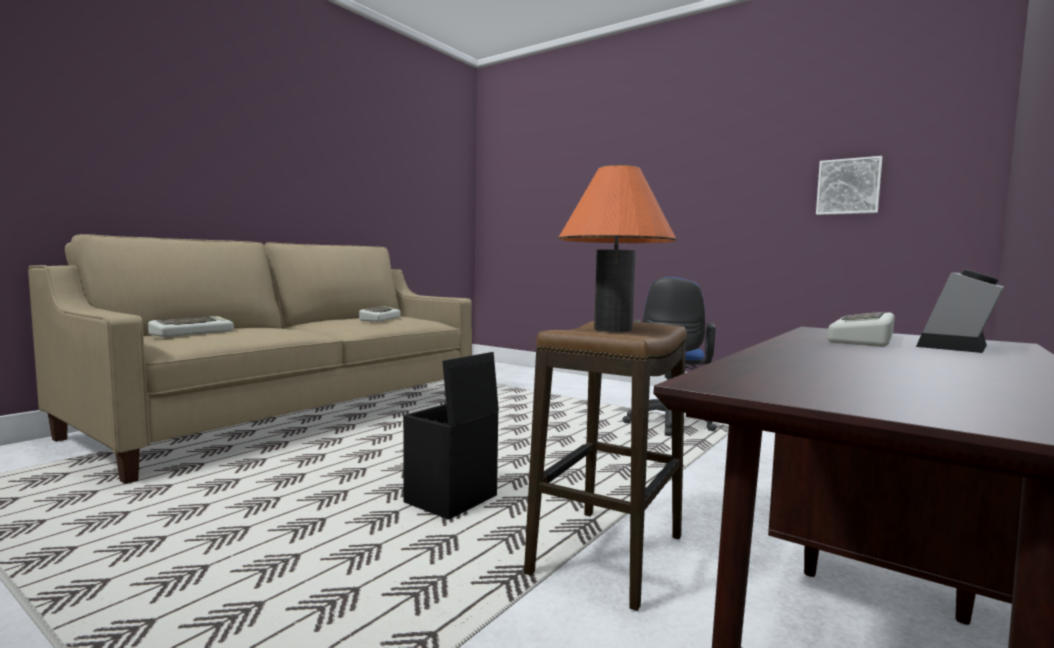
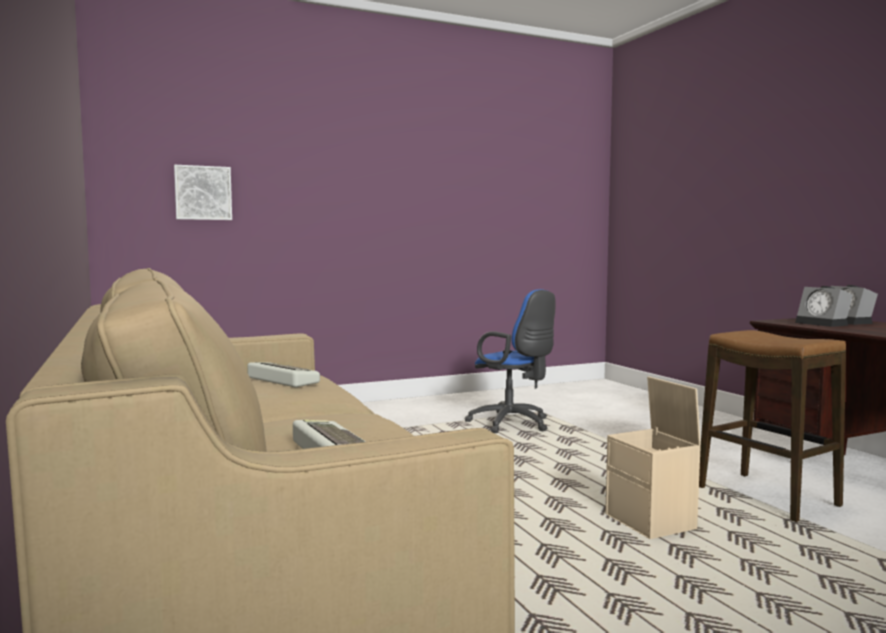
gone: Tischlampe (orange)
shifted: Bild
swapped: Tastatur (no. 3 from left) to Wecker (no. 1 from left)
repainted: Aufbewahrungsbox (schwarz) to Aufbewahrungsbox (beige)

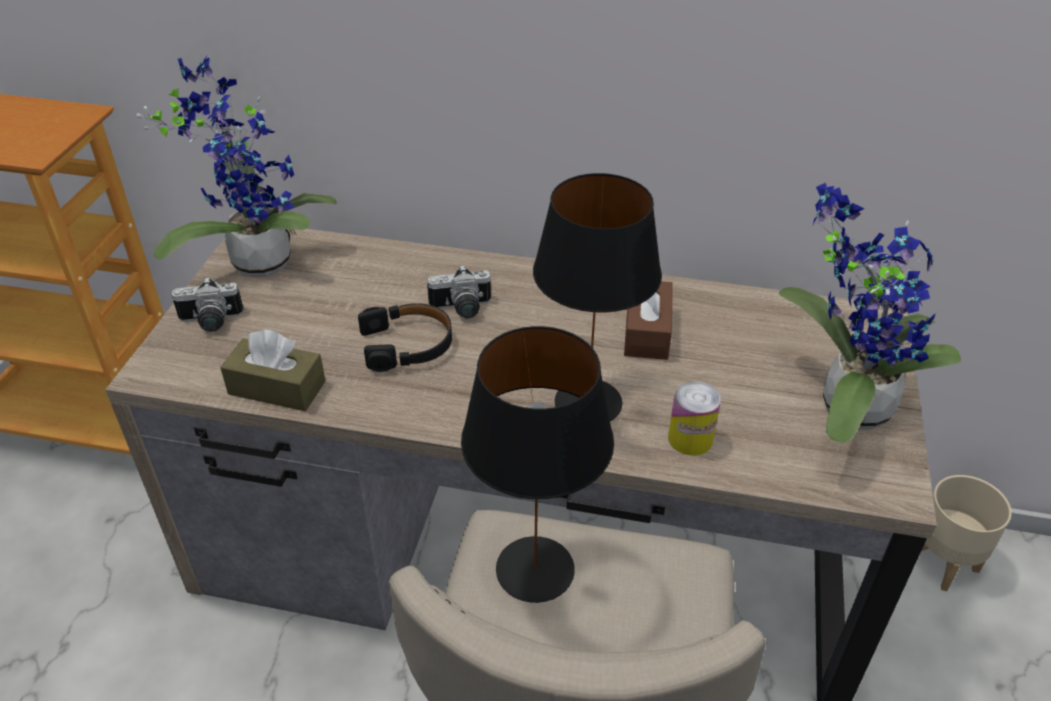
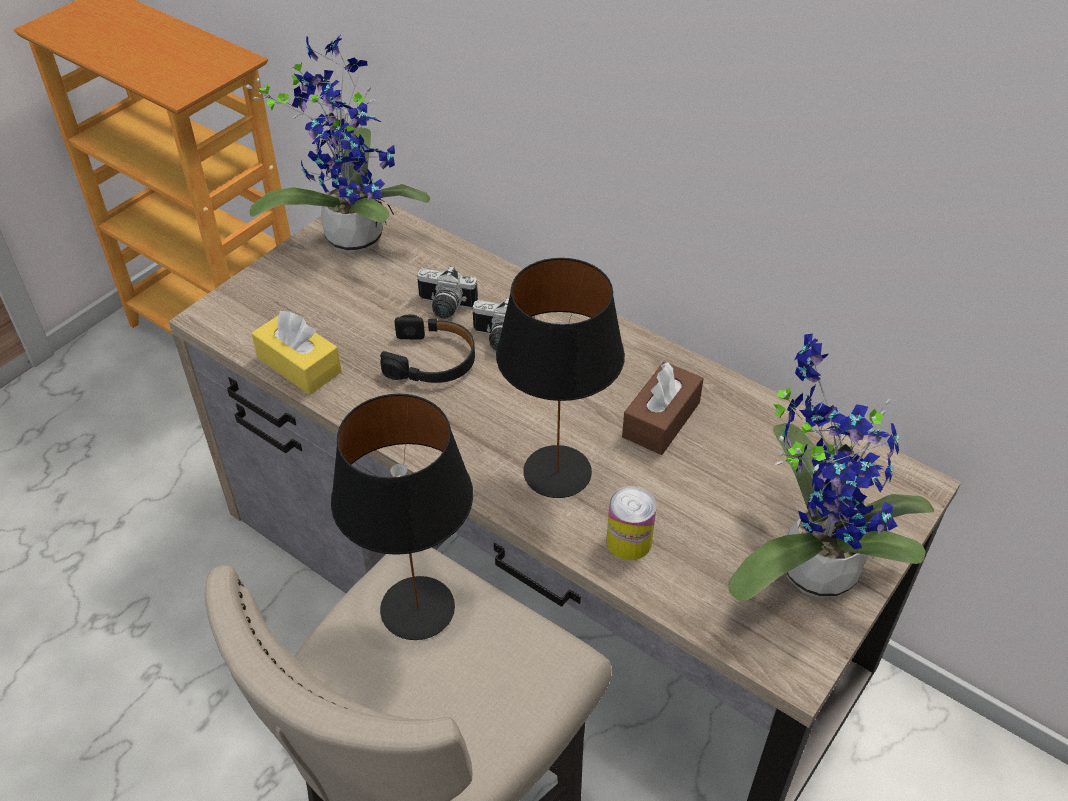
gone: Pflanzkübel (beige)
shifted: Kamera (no. 1 from left)
repainted: Taschentuchbox (braun) (no. 1 from left) to Taschentuchbox (gelb)

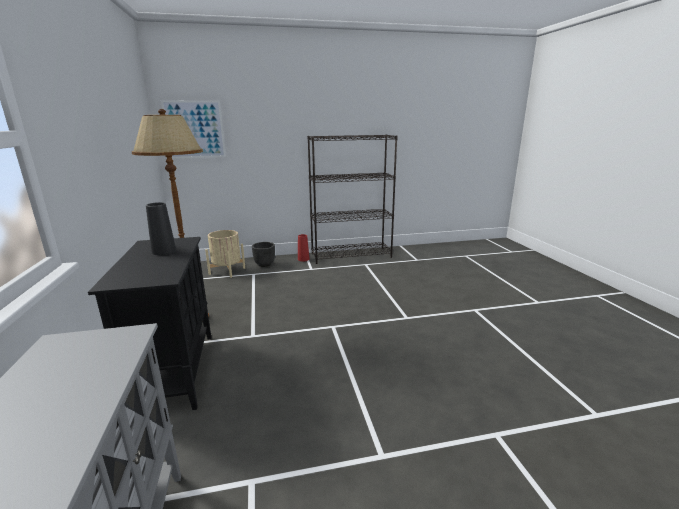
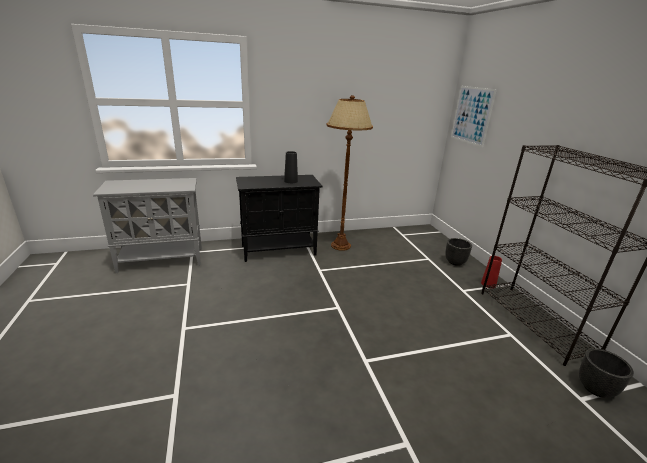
gone: Pflanzkübel (beige)
new: Pflanzkübel (schwarz) (no. 2 from left)

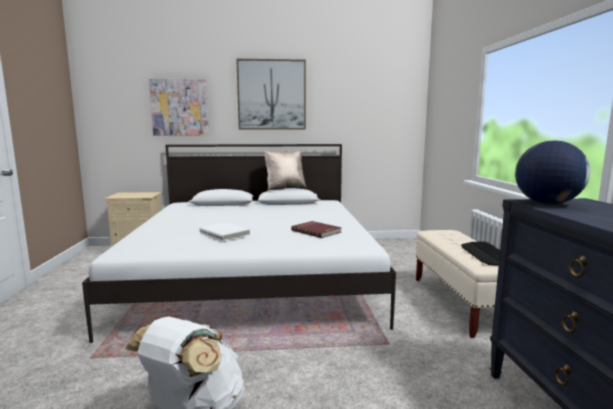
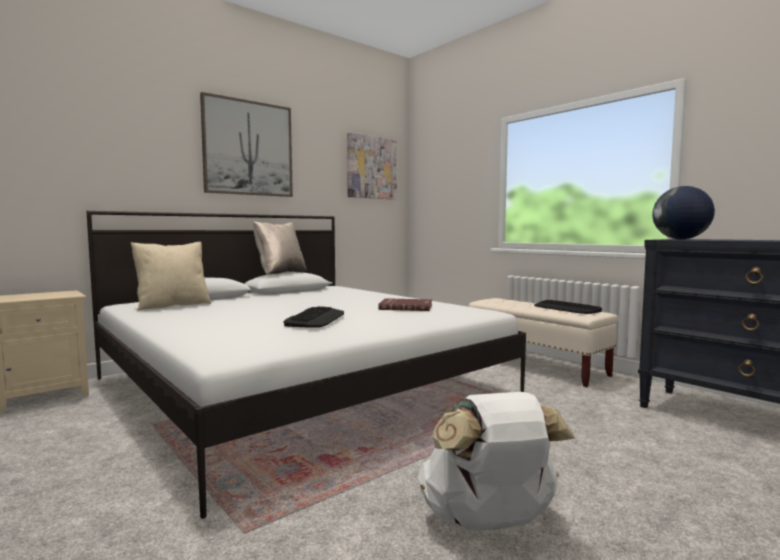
new: Kissen (beige) (no. 1 from left)
shifted: Bild (no. 1 from left in the first image) to Bild (no. 2 from left)
swapped: Buch (weiß) to Tastatur (no. 1 from left)

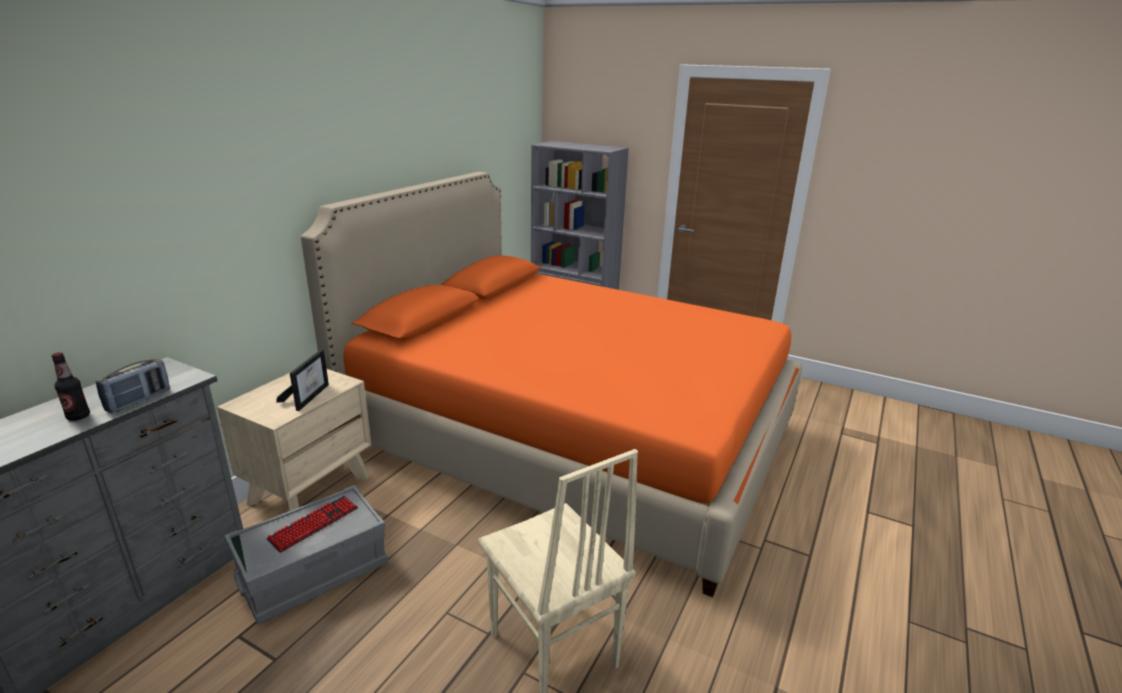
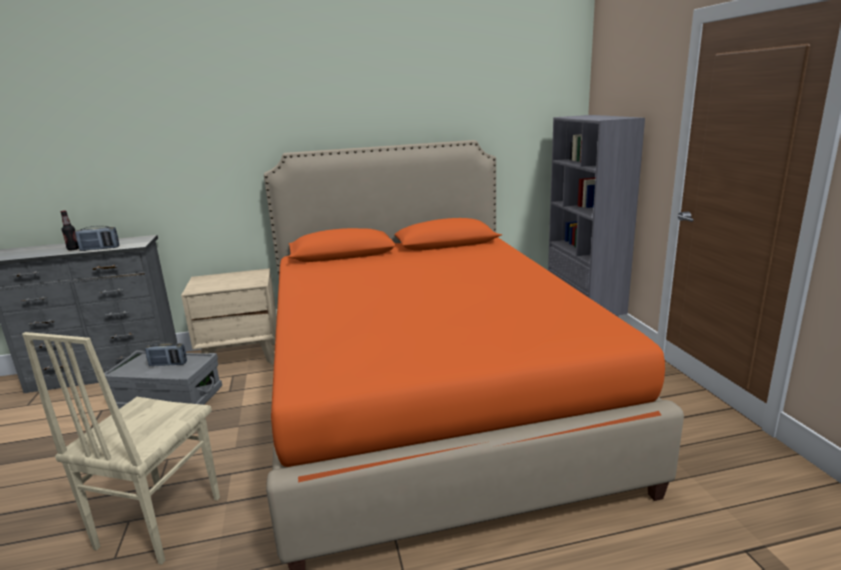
gone: Bilderrahmen
swapped: Tastatur to Radio (no. 2 from left)

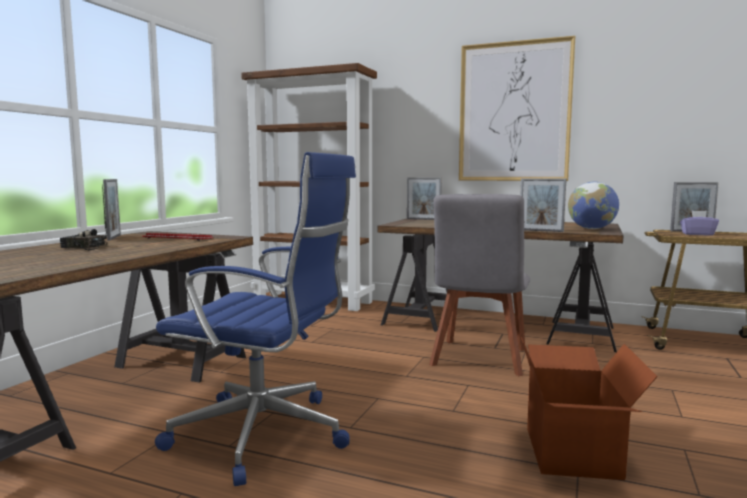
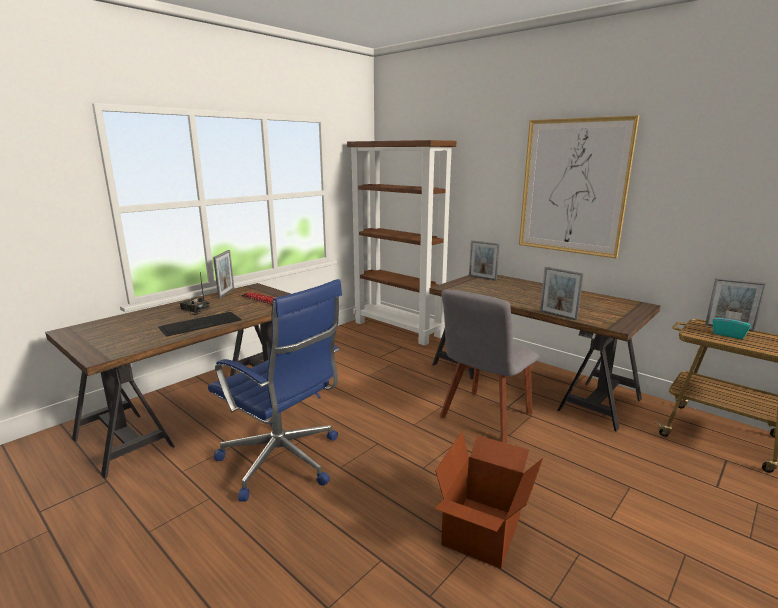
gone: Globus
new: Tastatur (no. 1 from left)
repainted: Taschentuchbox (lila) to Taschentuchbox (türkis)

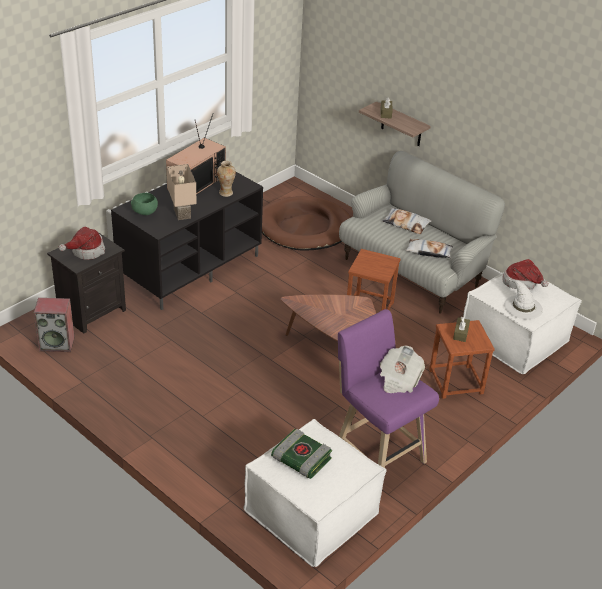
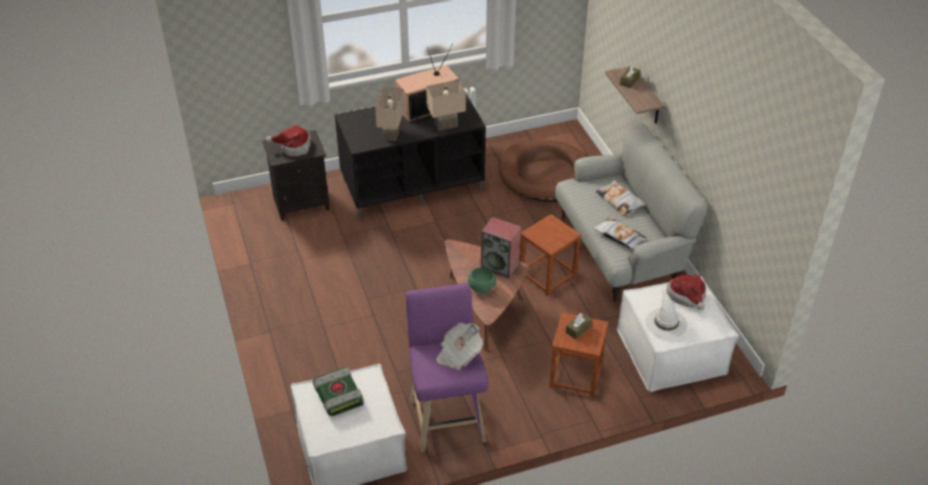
shifted: Lautsprecher; Schüssel (grün)
swapped: Vase to Tischlampe (beige) (no. 2 from left)

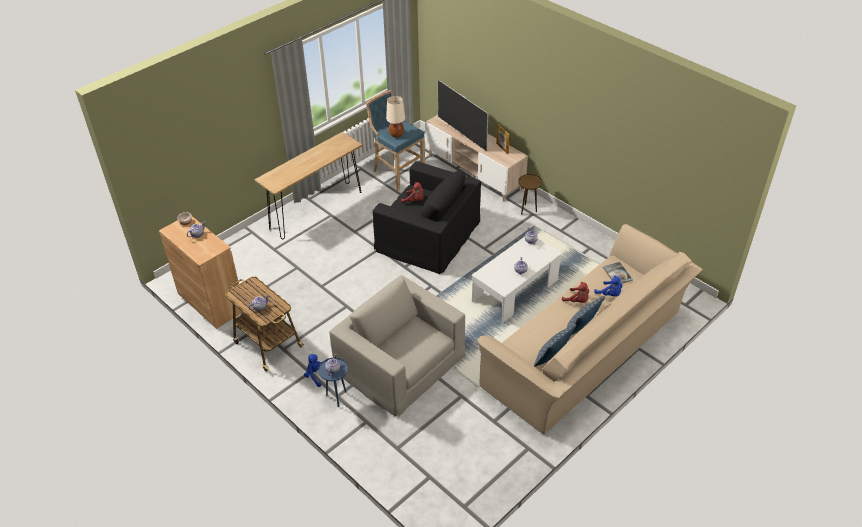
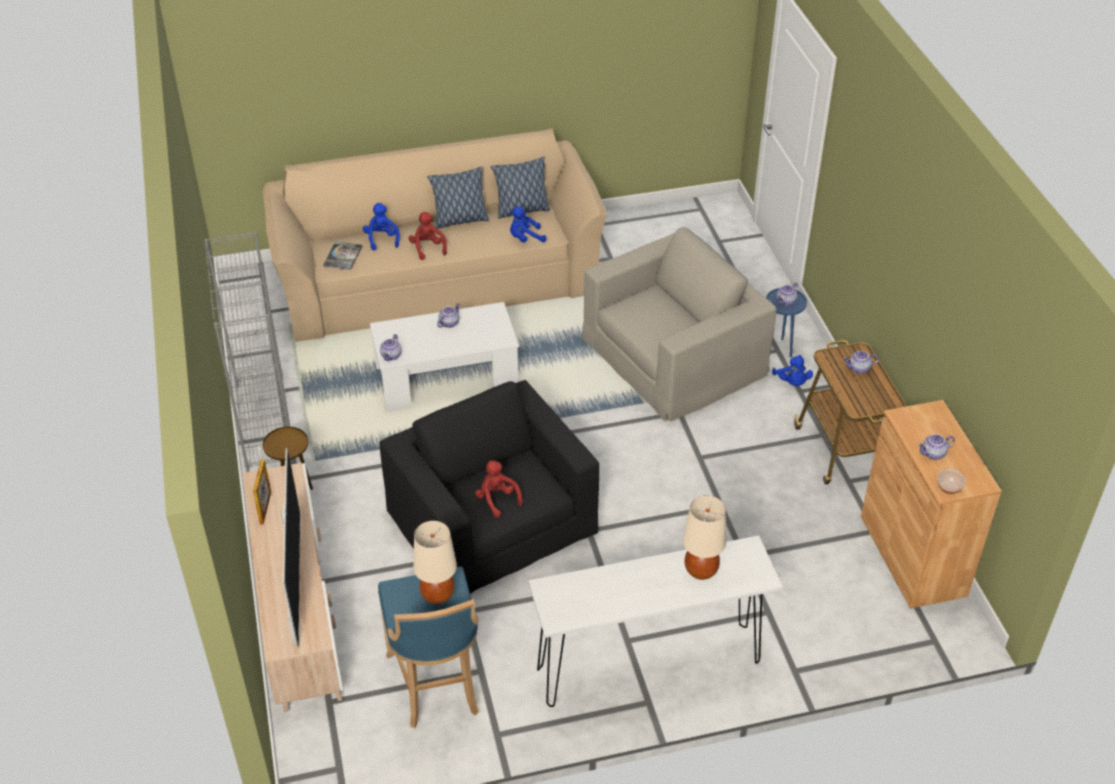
new: Bücherregal (grau); Plüschtier (blau) (no. 2 from left); Tischlampe (beige) (no. 2 from left)
repainted: Konsolentisch (braun) to Konsolentisch (weiß)
rotated: Sessel (beige) 105 degrees counterclockwise

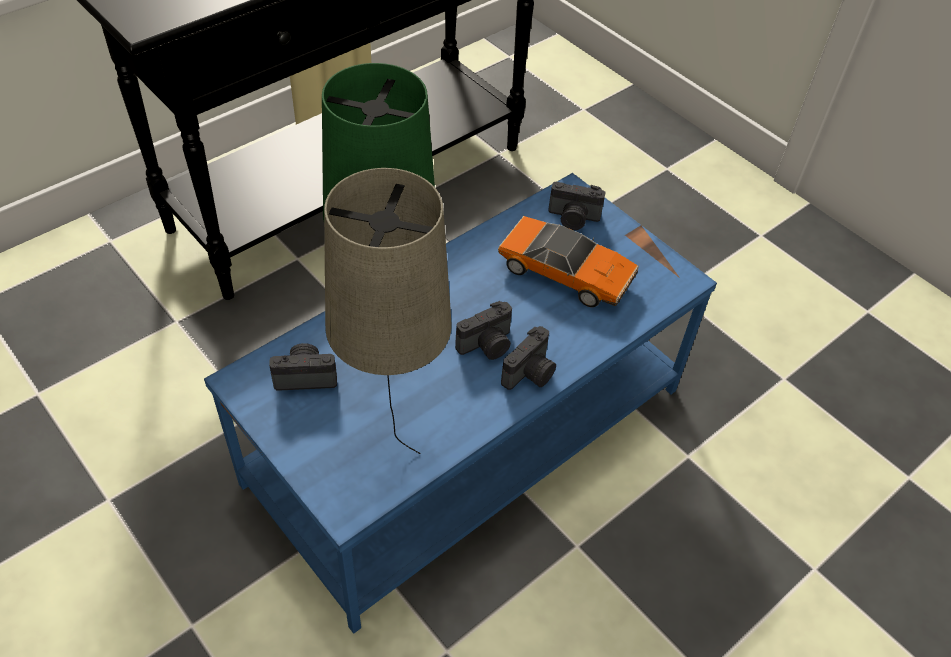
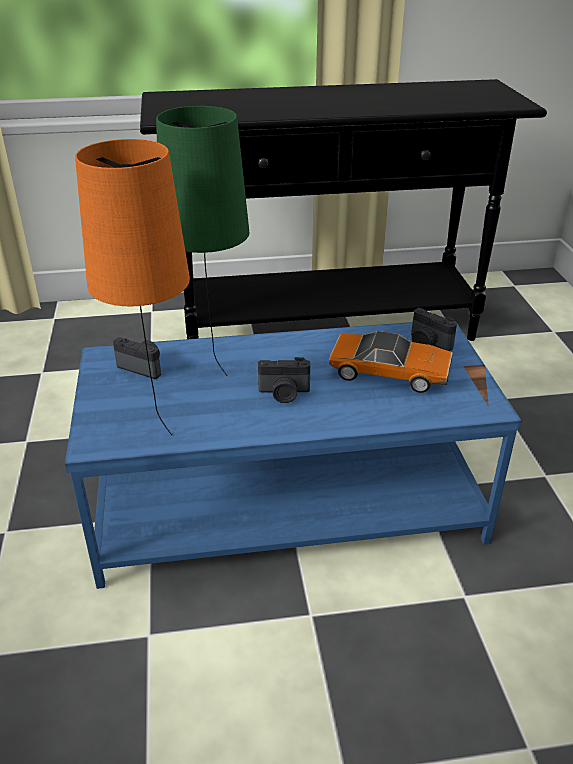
gone: Kamera (no. 3 from left)
repainted: Tischlampe (beige) to Tischlampe (orange)
rotated: Spielzeugauto 45 degrees counterclockwise

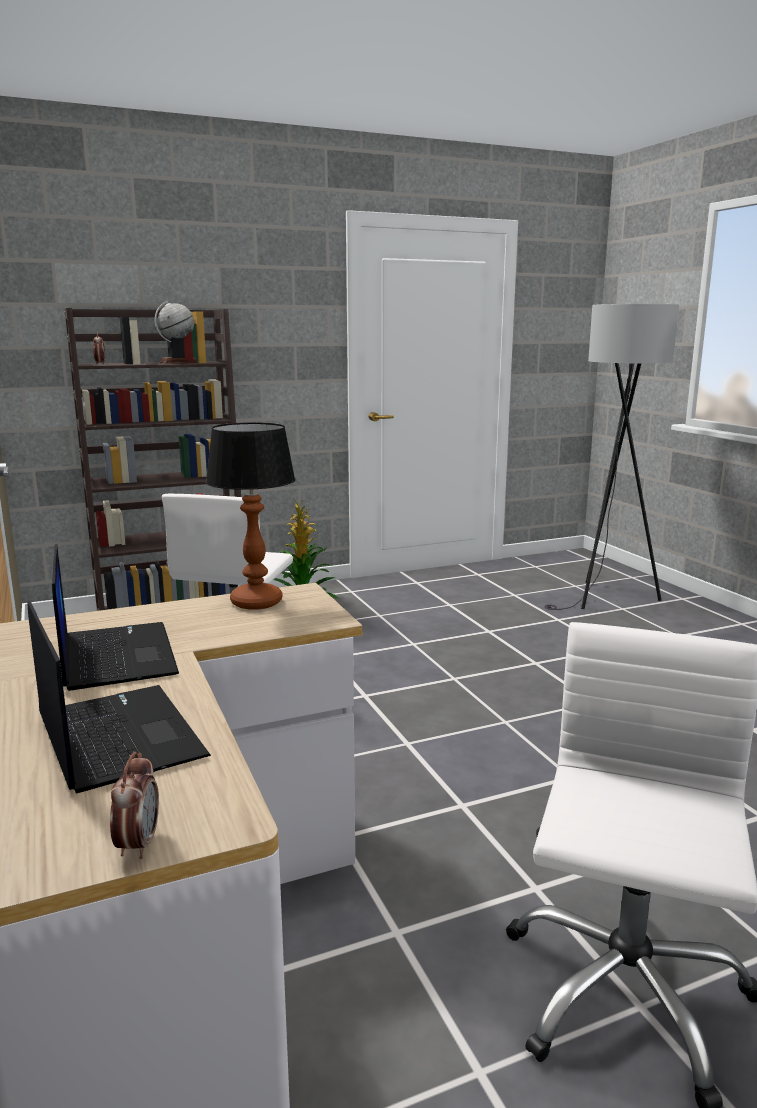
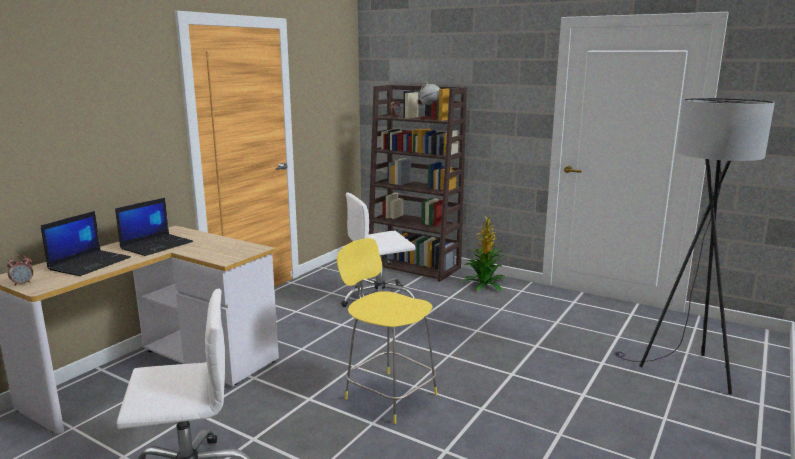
gone: Tischlampe
new: Hocker (gelb)

